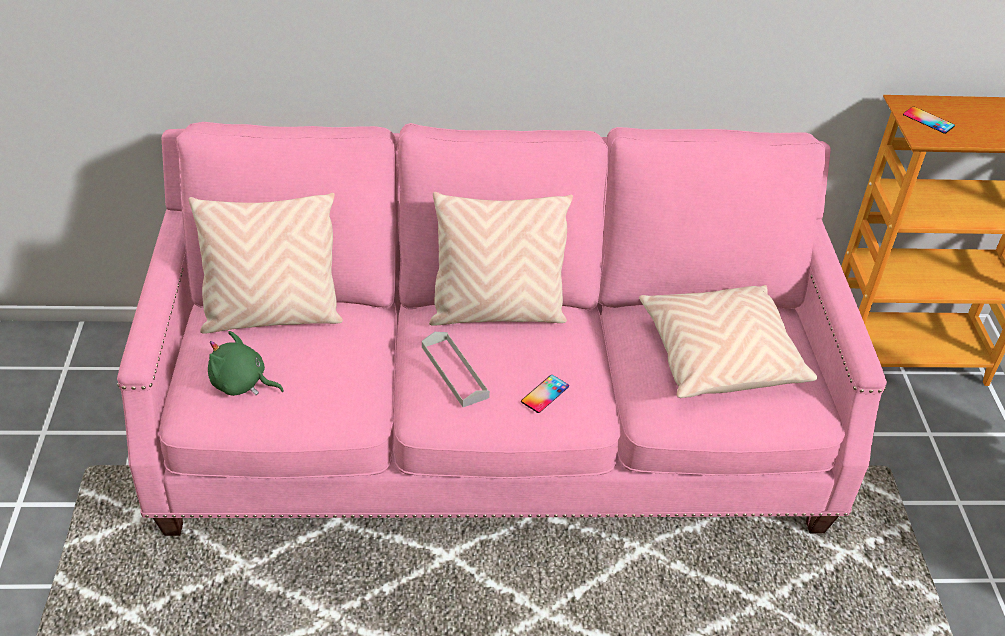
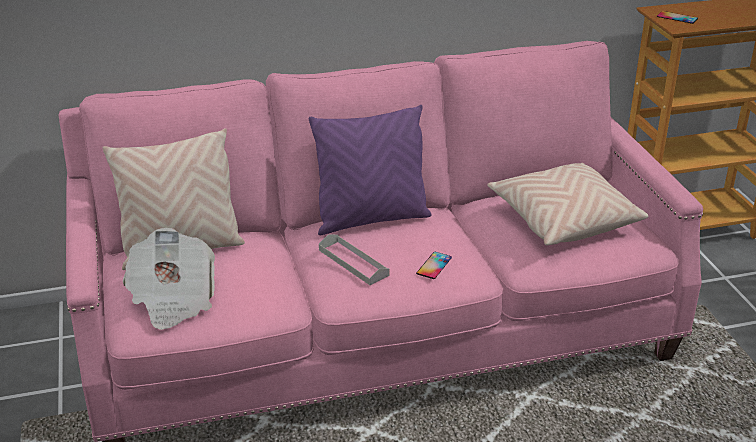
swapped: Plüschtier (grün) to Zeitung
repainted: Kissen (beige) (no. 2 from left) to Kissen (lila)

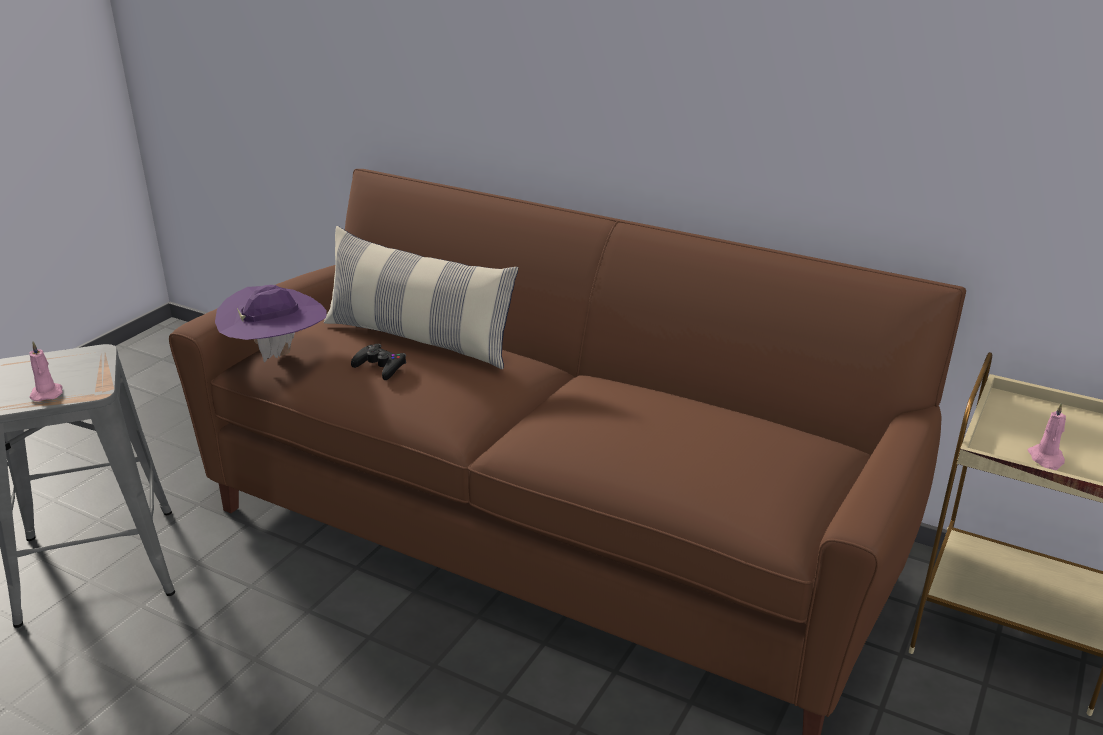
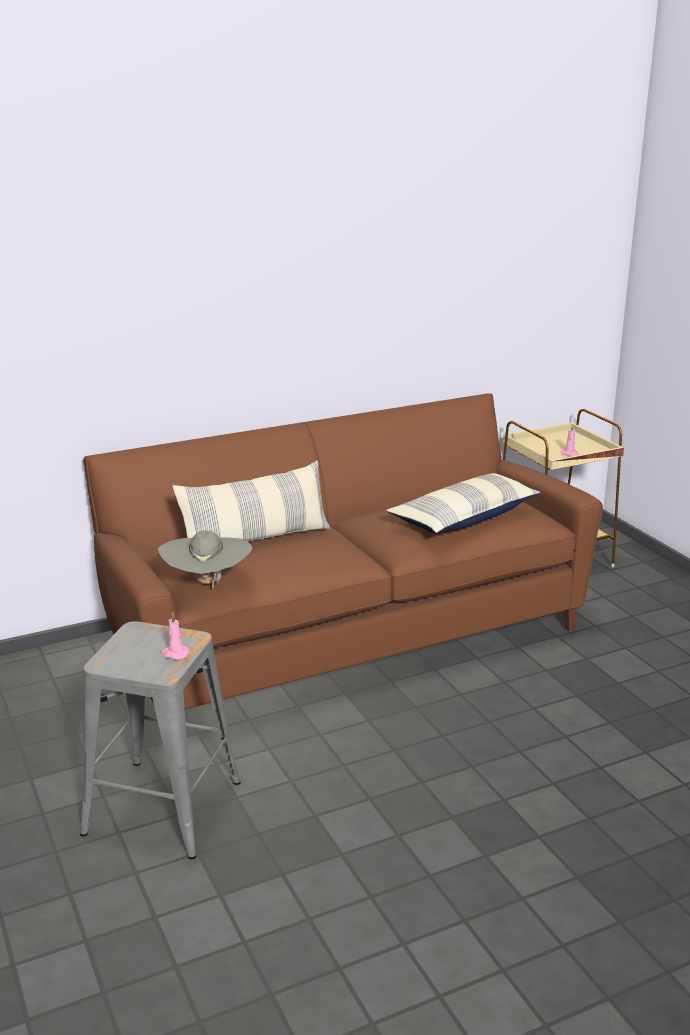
gone: Gamepad (schwarz)
new: Kissen (no. 2 from left)
repainted: Hut (lila) to Hut (grau)

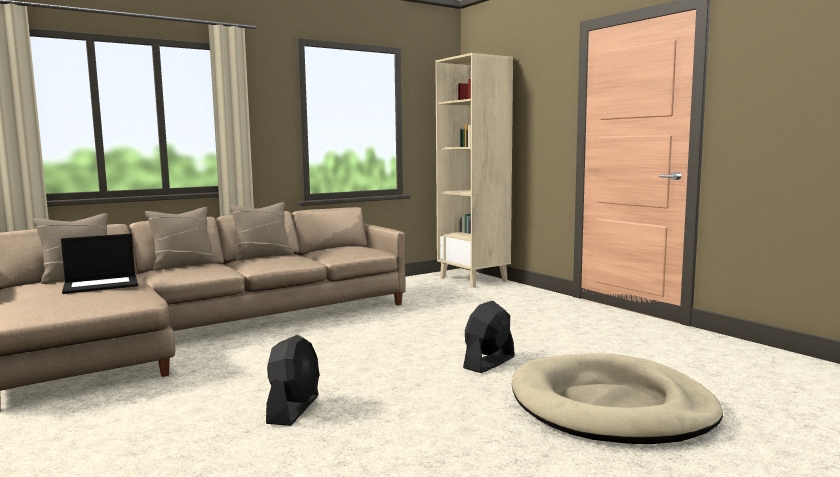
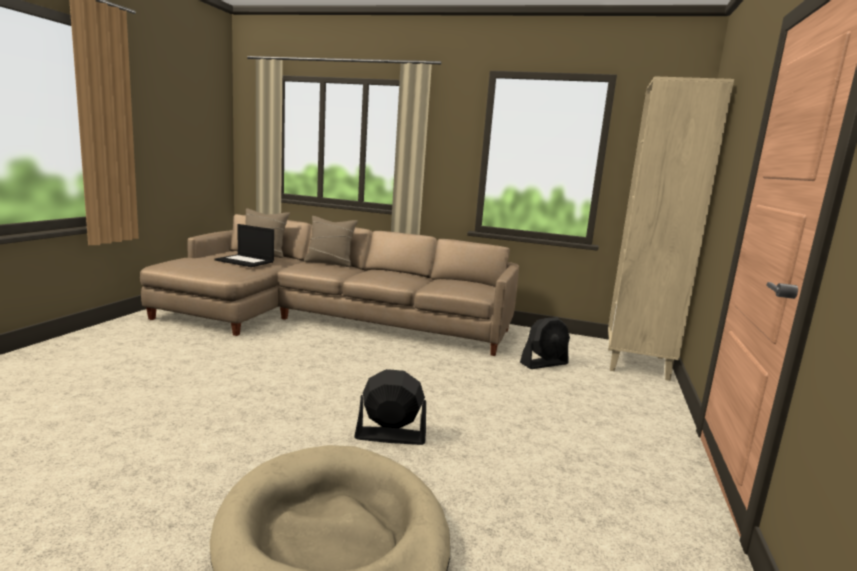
gone: Kissen (beige) (no. 3 from left)
shifted: Ventilator (schwarz) (no. 1 from left in the first image) to Ventilator (schwarz) (no. 2 from left)

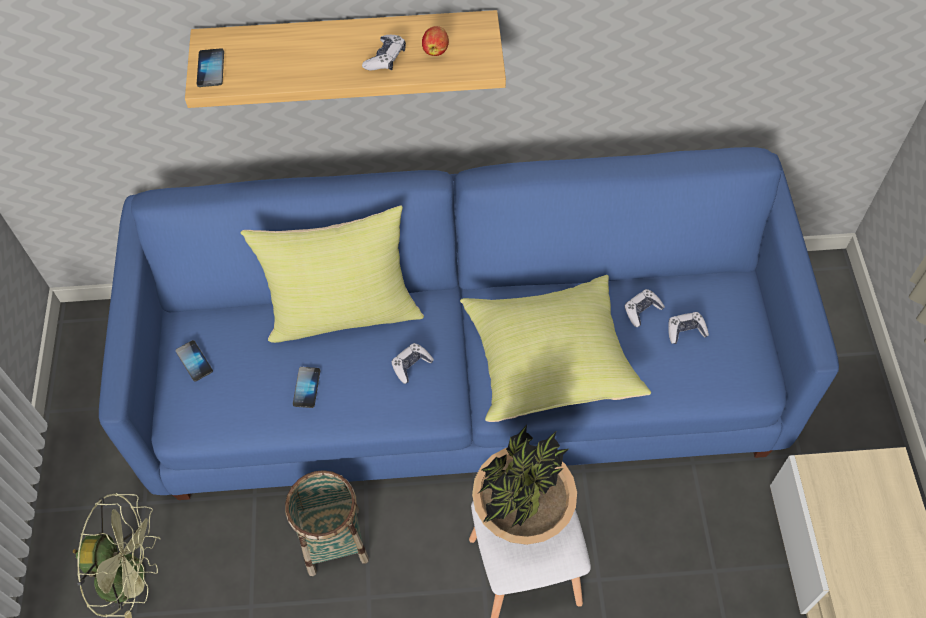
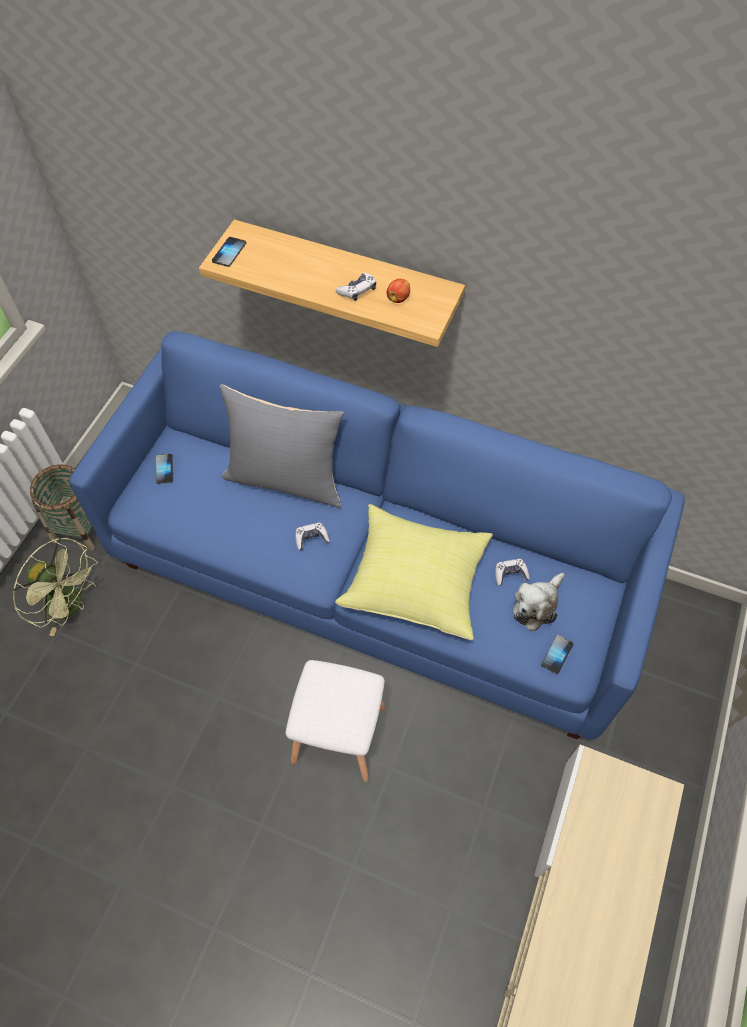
gone: Topfpflanze
shifted: Korb; Handy (no. 3 from left)
swapped: Gamepad (no. 4 from left) to Plüschtier
repainted: Kissen (gelb) (no. 1 from left) to Kissen (grau)

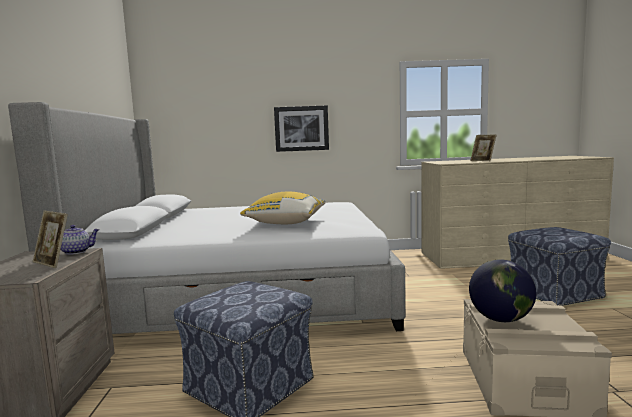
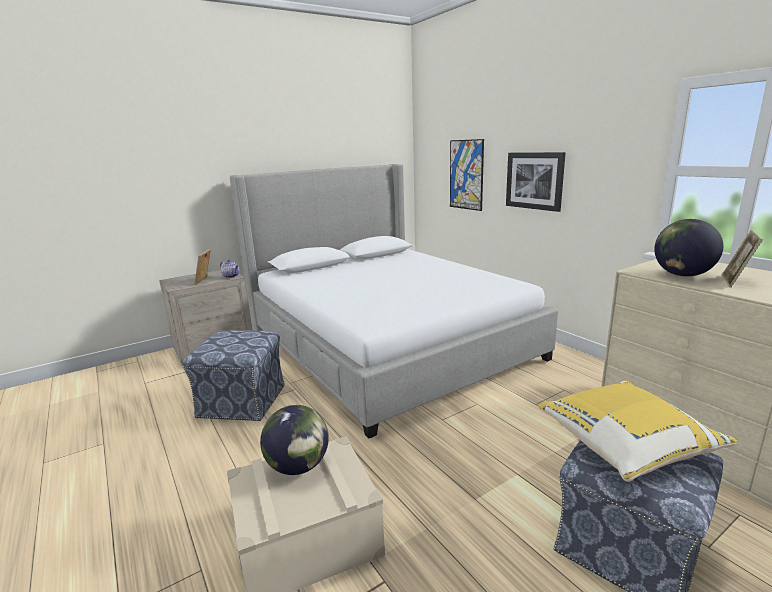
new: Bild (no. 1 from left); Globus (no. 2 from left)
shifted: Kissen (gelb)

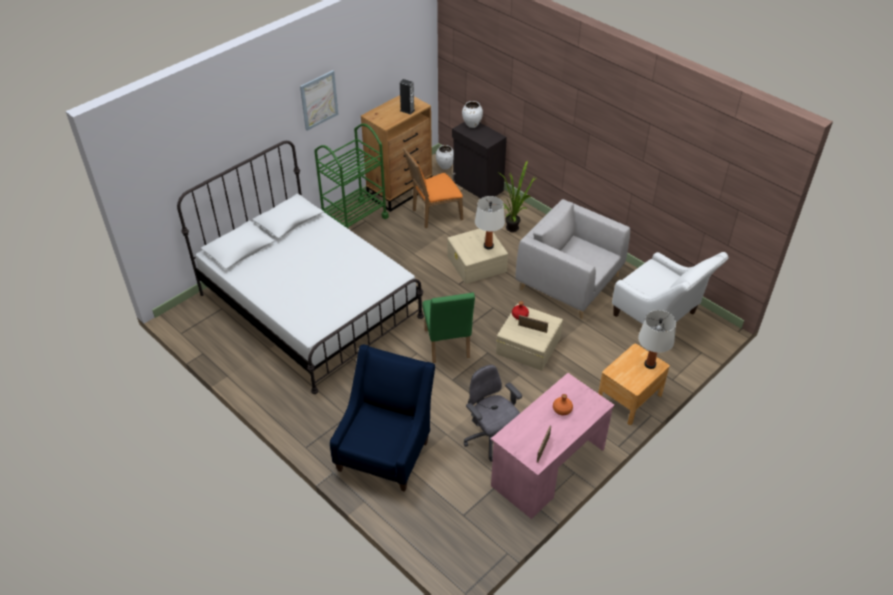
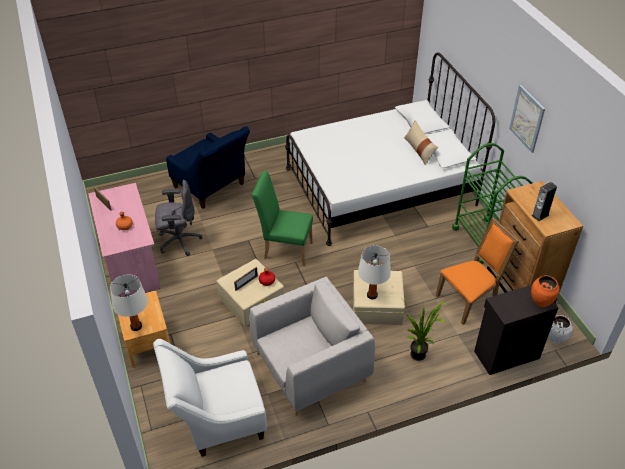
new: Kissen (beige)
repainted: Vase (weiß) (no. 2 from left) to Vase (orange)
rotated: Stuhl (orange) 60 degrees clockwise

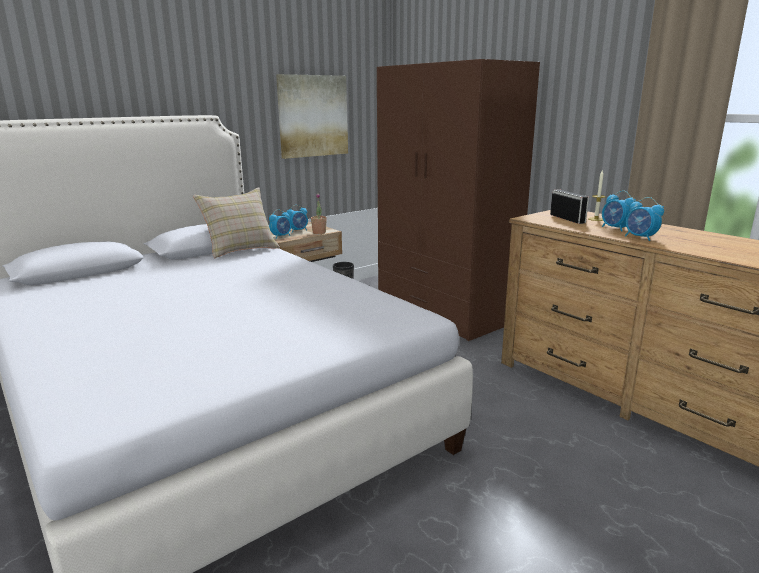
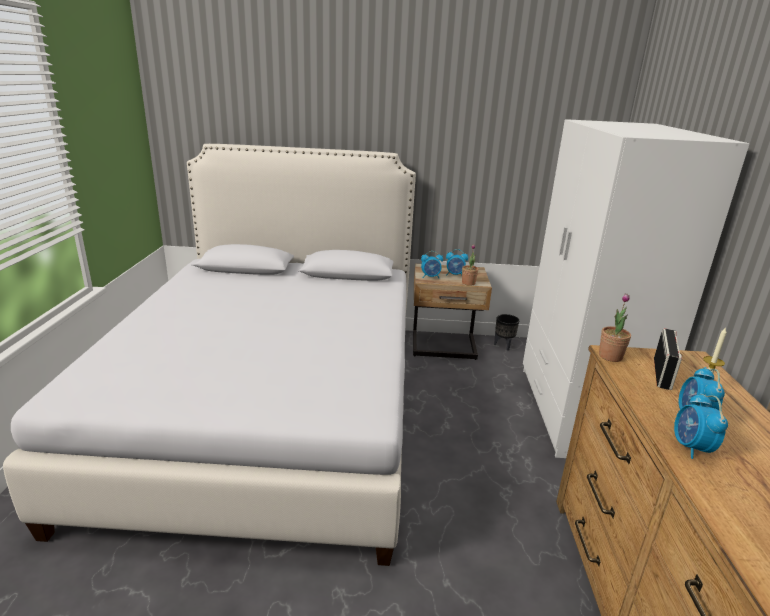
gone: Kissen (beige); Bild
new: Topfpflanze (no. 2 from left)
repainted: Kleiderschrank (braun) to Kleiderschrank (weiß)

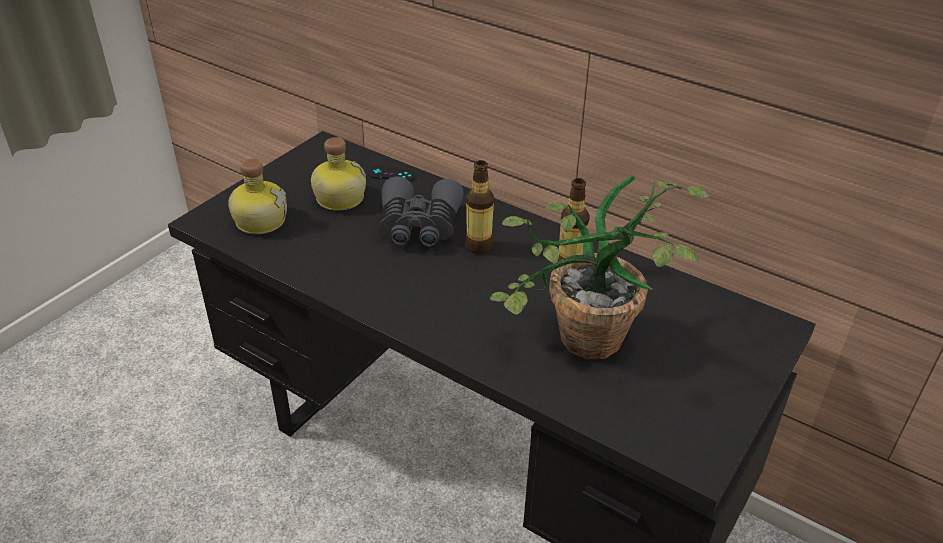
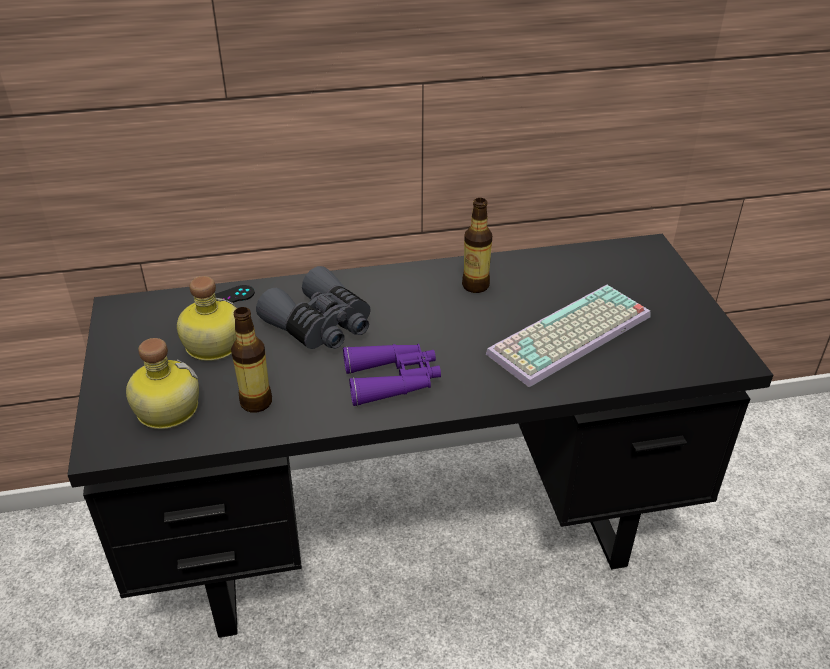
new: Fernglas (lila)
shifted: Flasche (no. 3 from left)
swapped: Topfpflanze to Tastatur

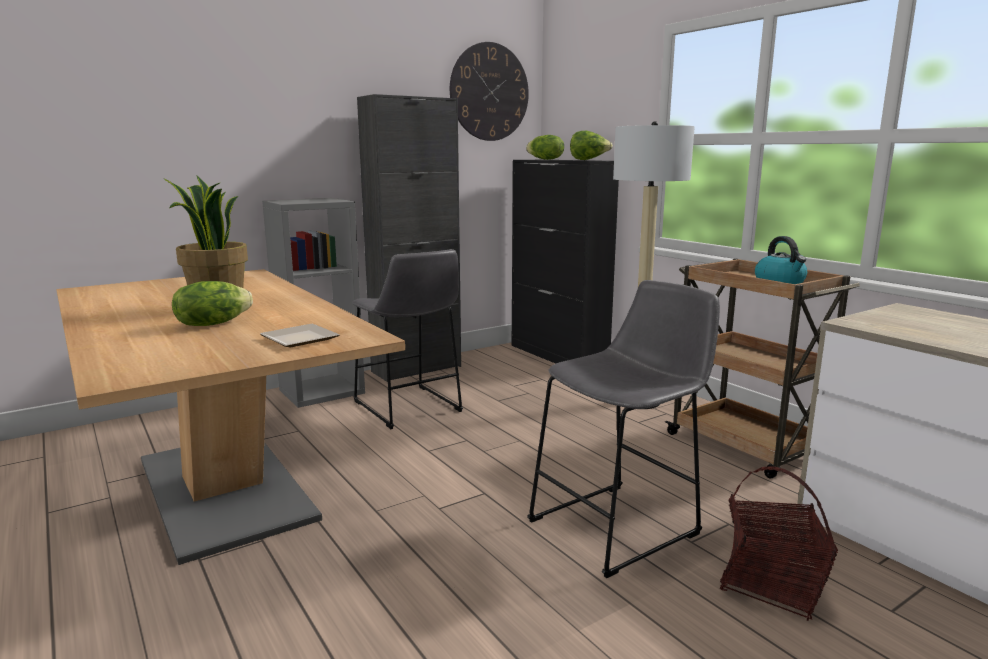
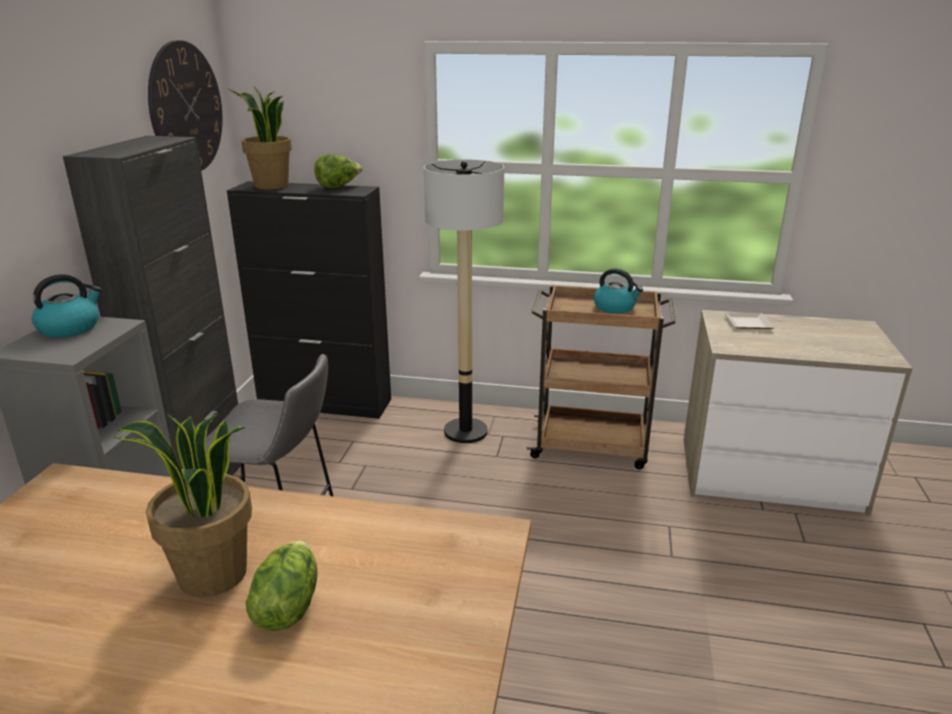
gone: Hocker (grau) (no. 2 from left); Korb
new: Wasserkessel (no. 1 from left)
shifted: Teller
swapped: Salatkopf (no. 2 from left) to Topfpflanze (no. 2 from left)

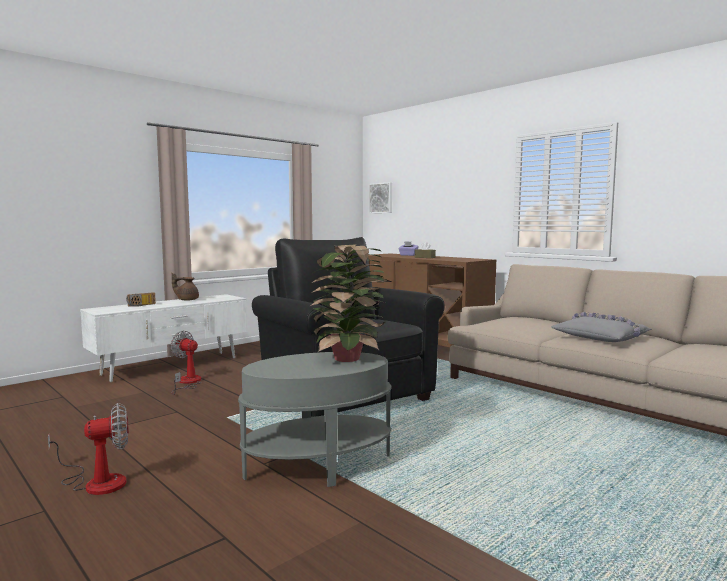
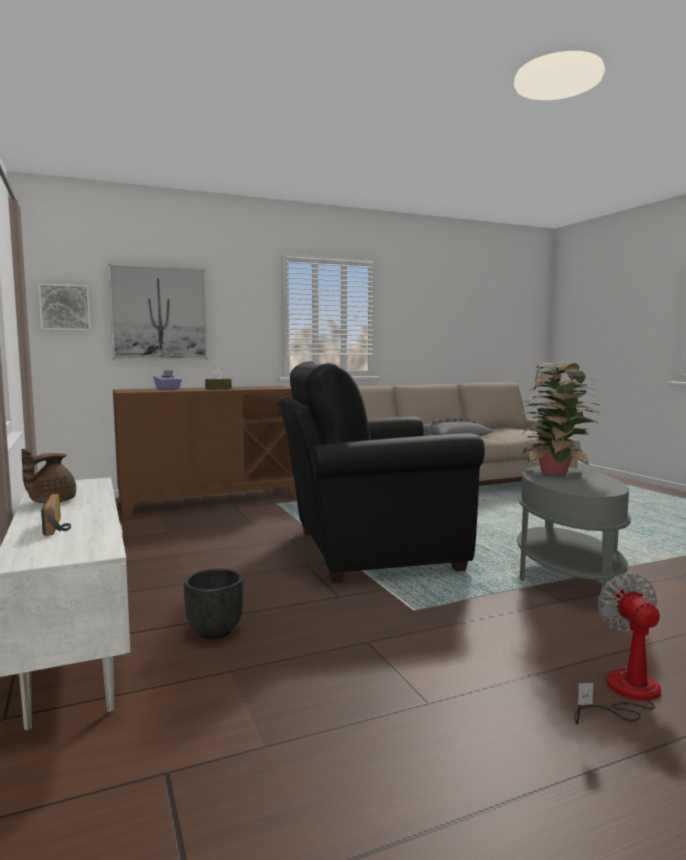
new: Bild (no. 2 from left)
swapped: Ventilator (no. 2 from left) to Pflanzkübel (schwarz)

